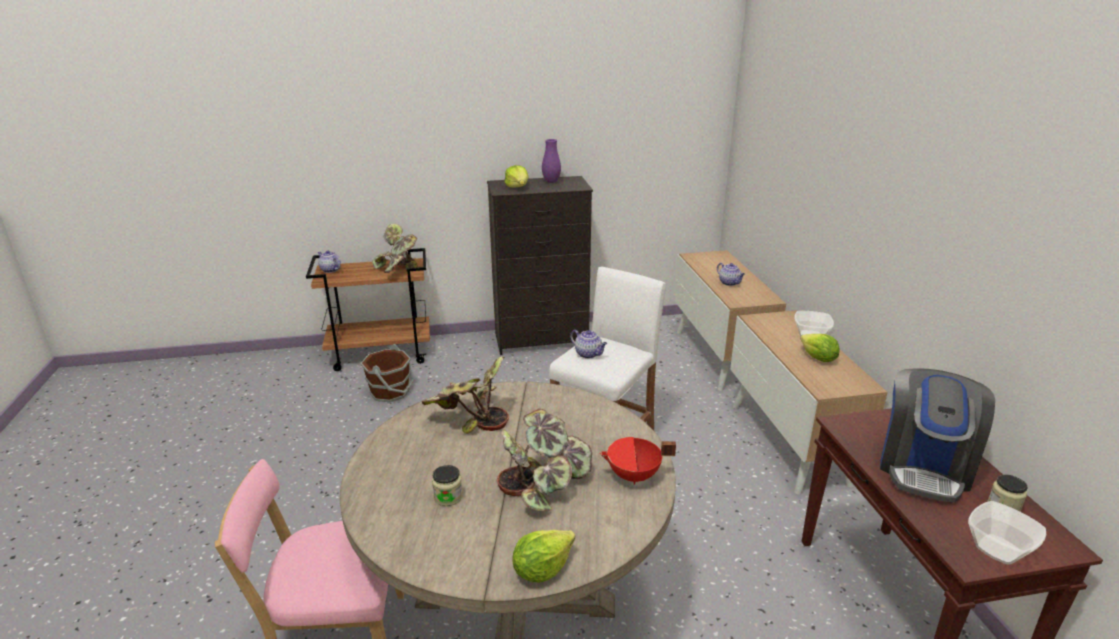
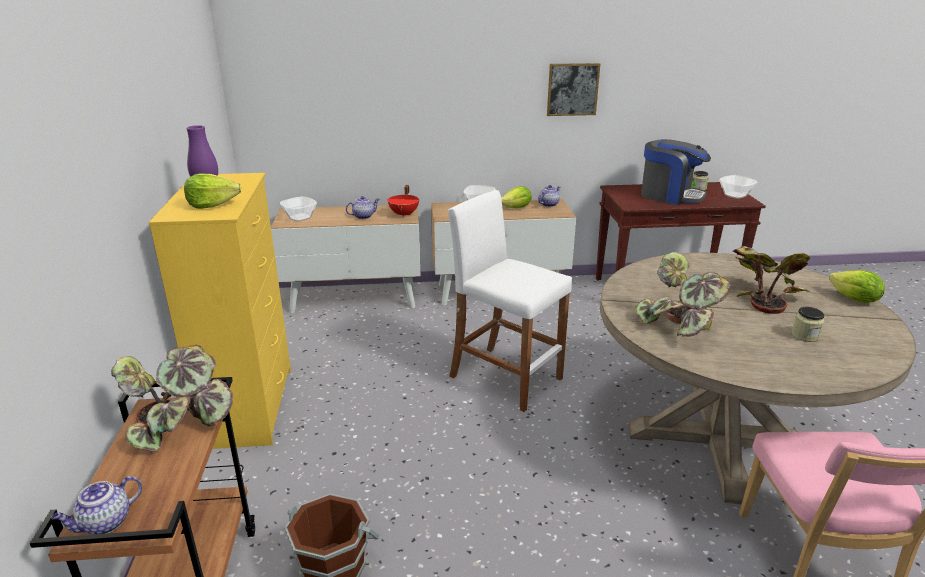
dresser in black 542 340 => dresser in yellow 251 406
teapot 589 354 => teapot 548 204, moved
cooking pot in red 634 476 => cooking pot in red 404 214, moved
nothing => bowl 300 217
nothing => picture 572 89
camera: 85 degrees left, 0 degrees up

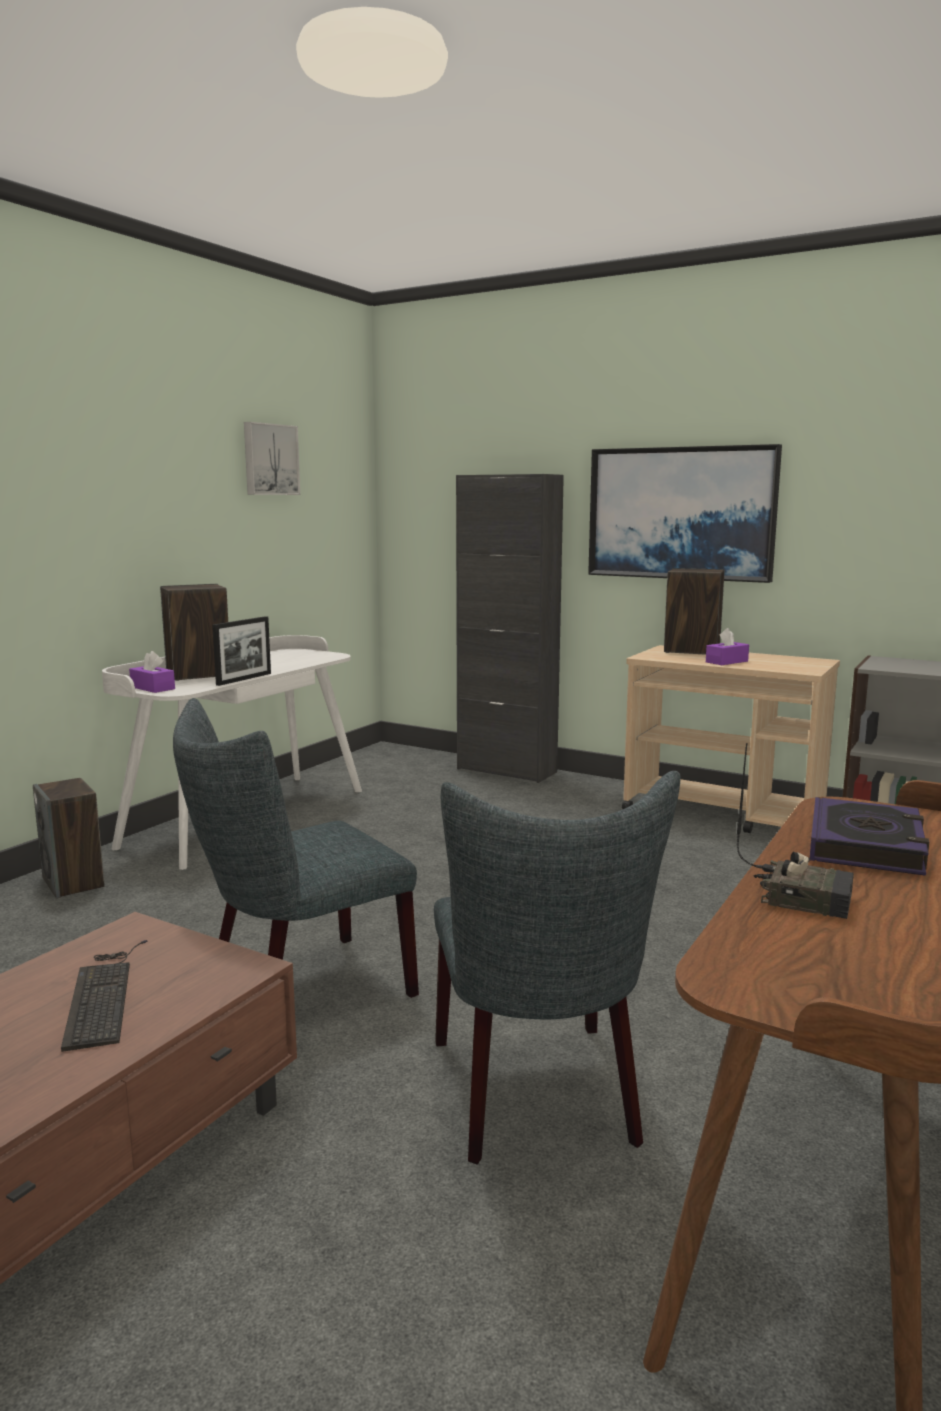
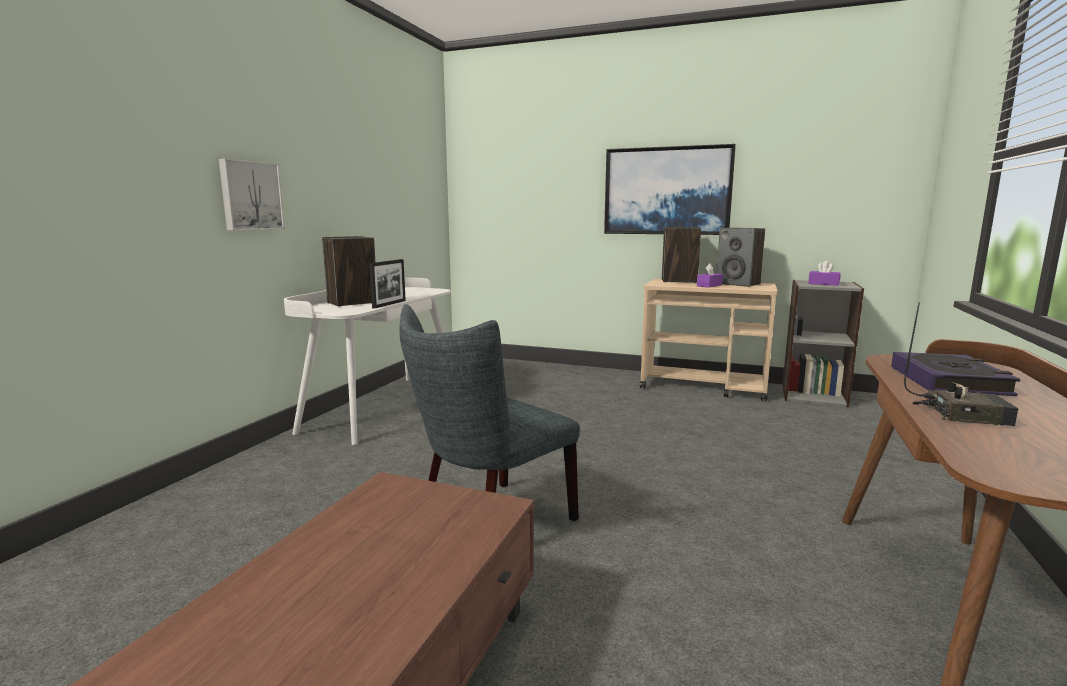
speaker 74 883 => speaker 738 284, moved
keyboard 103 994 => nothing
tissue box in purple 152 688 => tissue box in purple 823 284, moved
picture 269 459 => picture 250 196, moved
chair in grey 539 1098 => nothing
cabinet in black 506 770 => nothing
camera: 10 degrees left, 0 degrees up

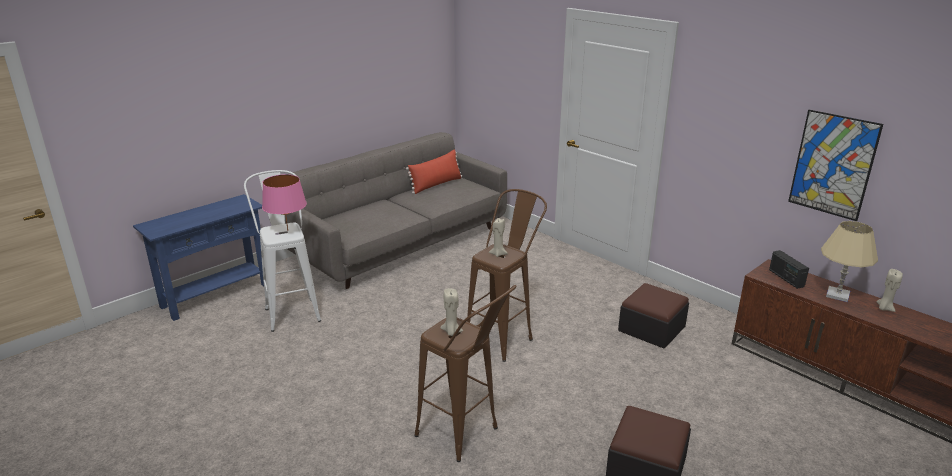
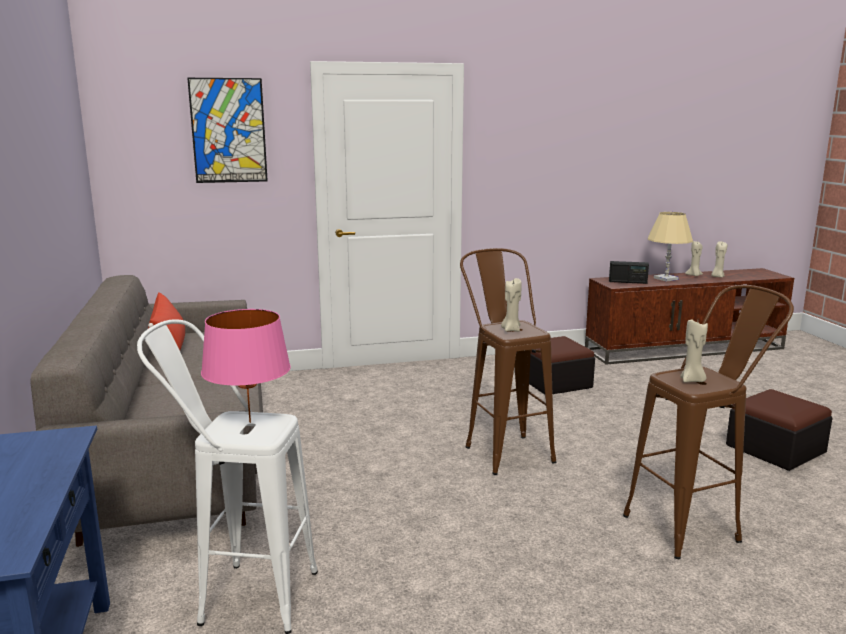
picture 833 165 => picture 228 131, moved
nothing => candle in beige 717 276
camera: 60 degrees left, 10 degrees down

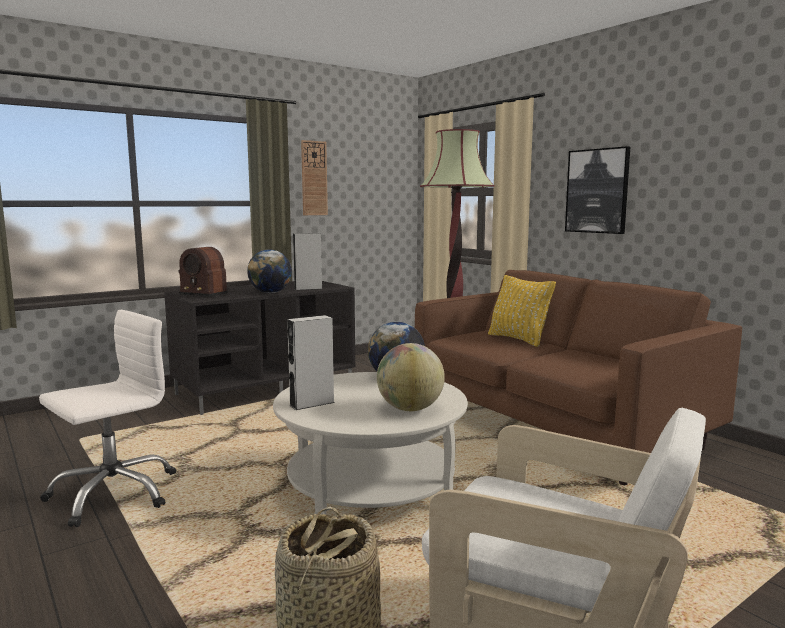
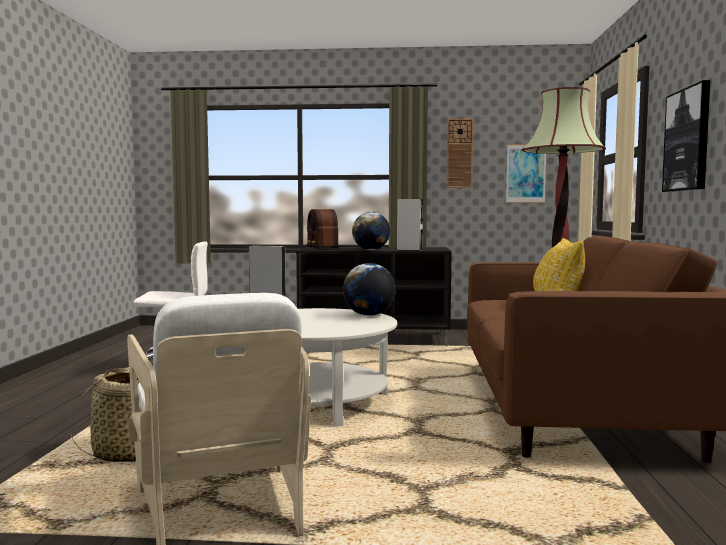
globe 410 409 => nothing
nothing => picture 525 173
camera: 40 degrees right, 5 degrees down

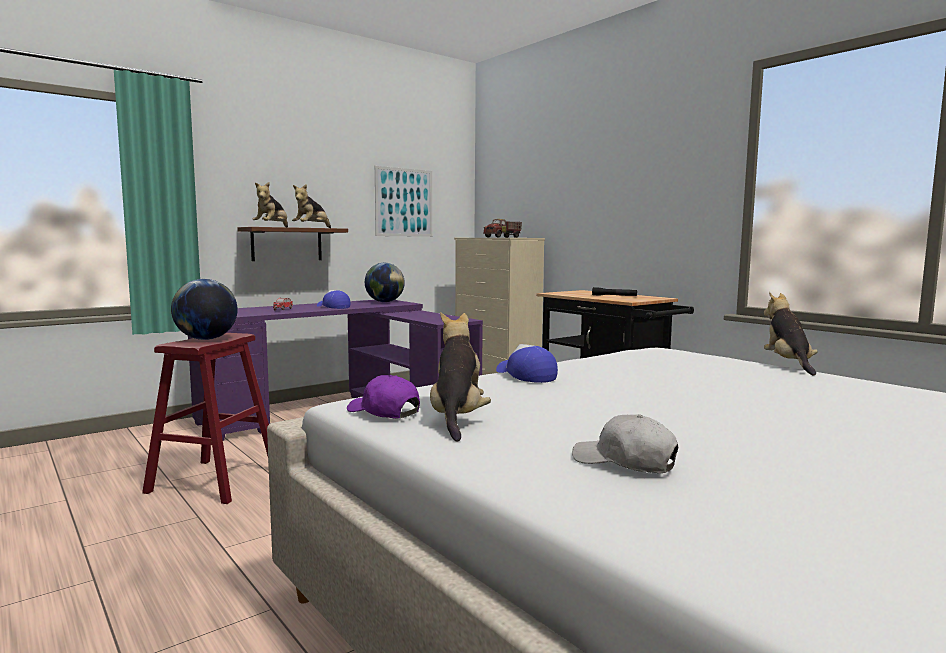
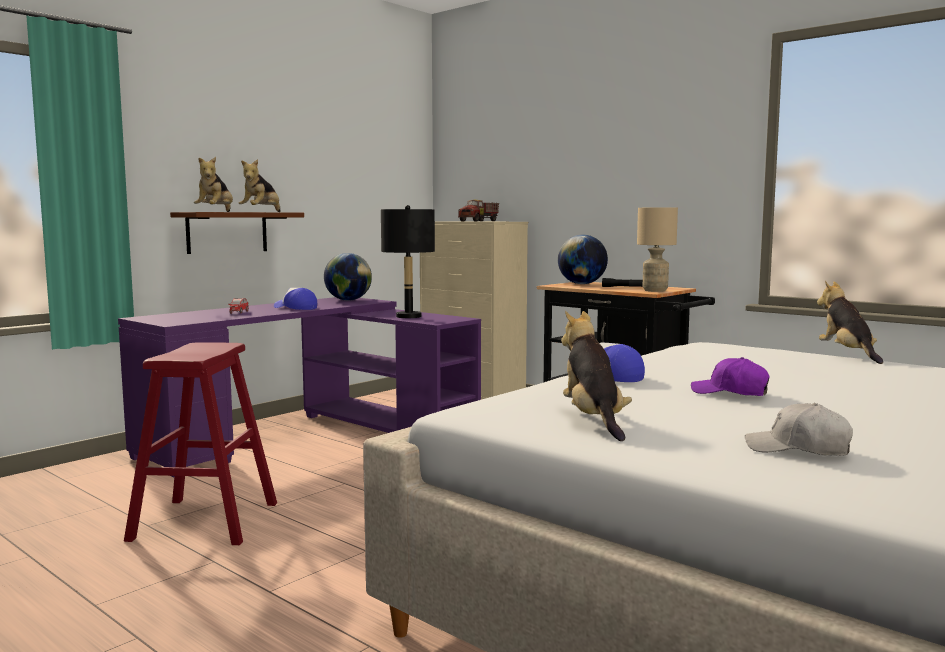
globe 206 339 => globe 582 284, moved
cap in purple 384 412 => cap in purple 730 392, moved
picture 404 202 => nothing
nothing => table lamp in black 408 316
nothing => table lamp in beige 655 290
camera: 10 degrees left, 0 degrees up

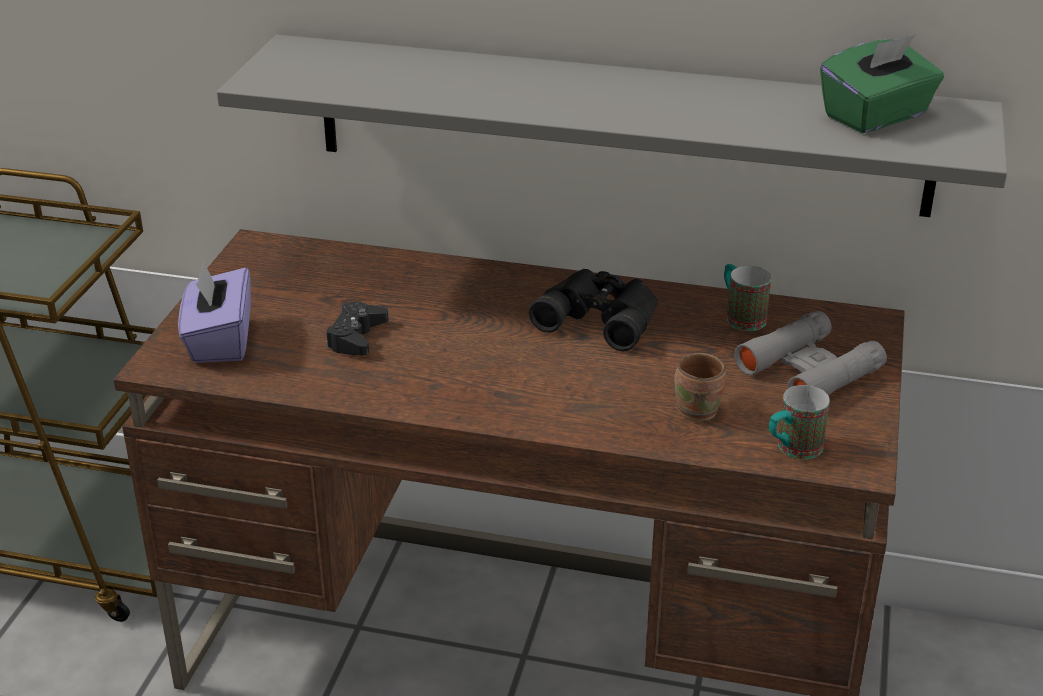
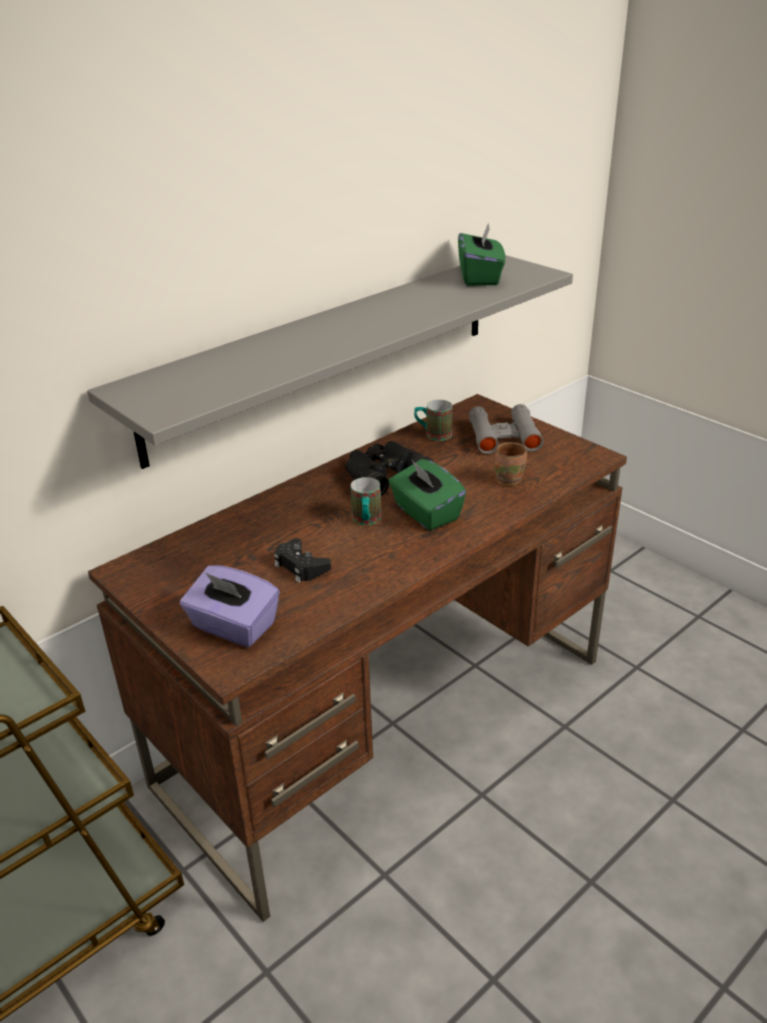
mug 792 449 => mug 366 521, moved
nothing => tissue box in green 426 513
camera: 55 degrees left, 0 degrees up

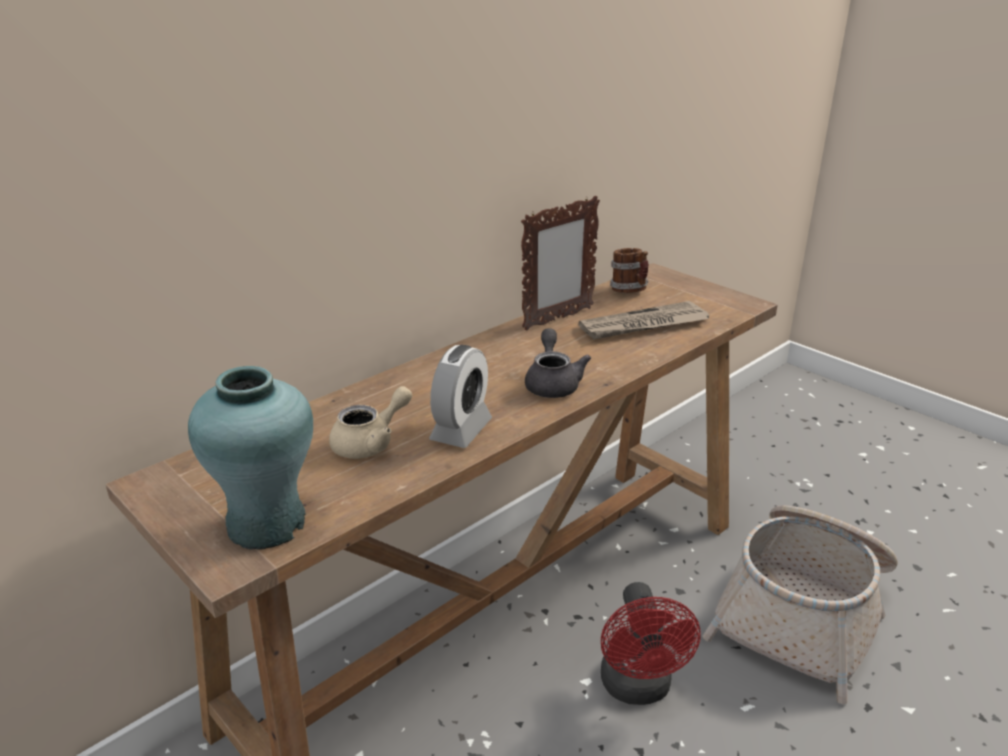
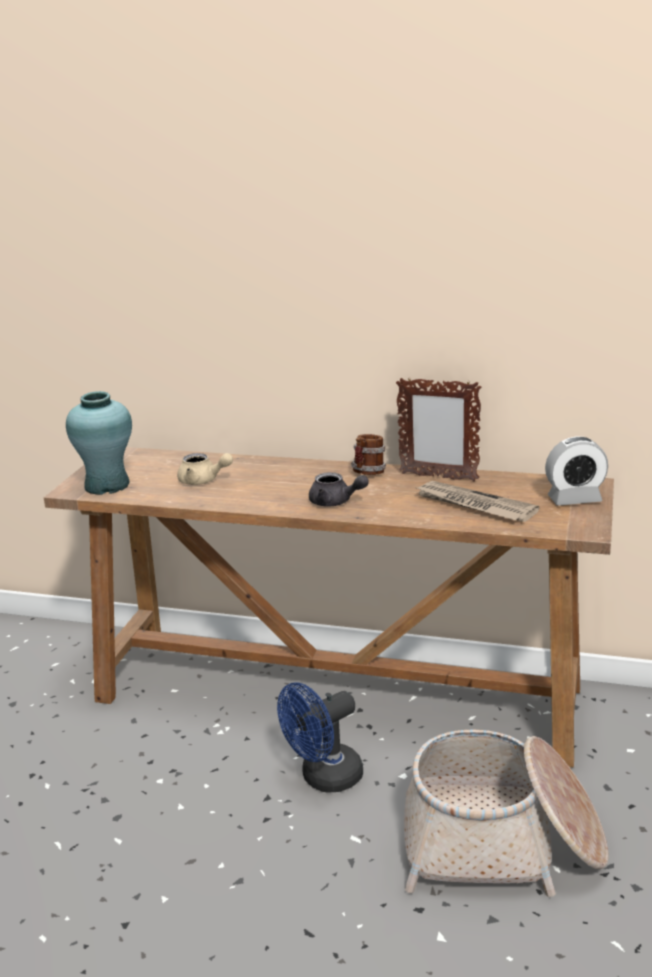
alarm clock 461 430 => alarm clock 574 499, moved
teapot in grey 552 383 => teapot in grey 335 502, 60 degrees clockwise
fan in red 638 688 => fan in blue 324 778
mug 630 291 => mug 368 473, moved
camera: 60 degrees right, 5 degrees down

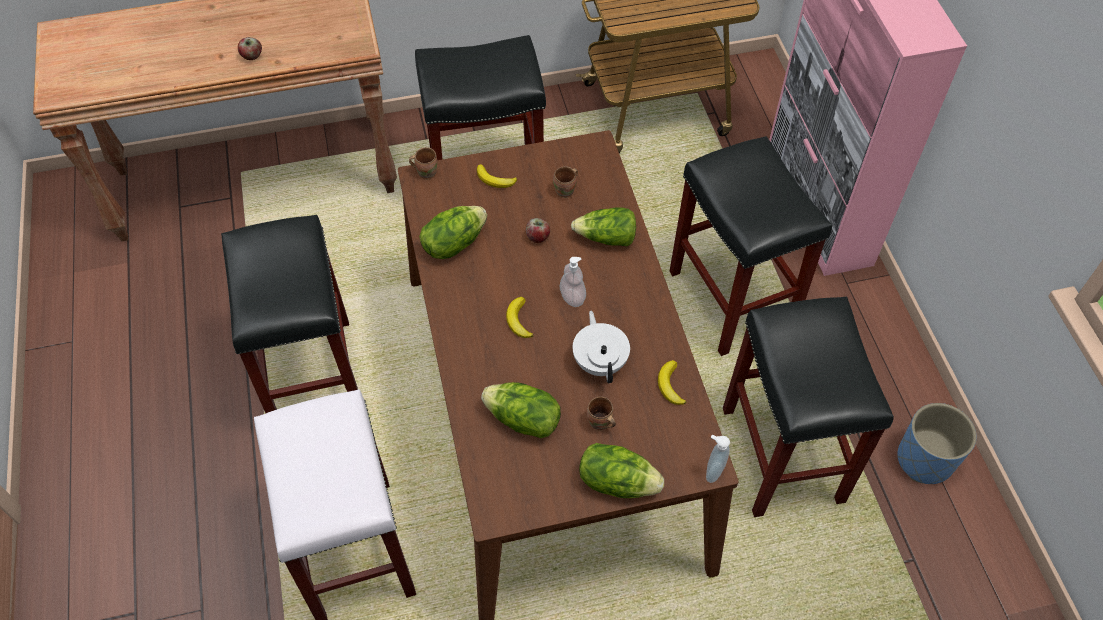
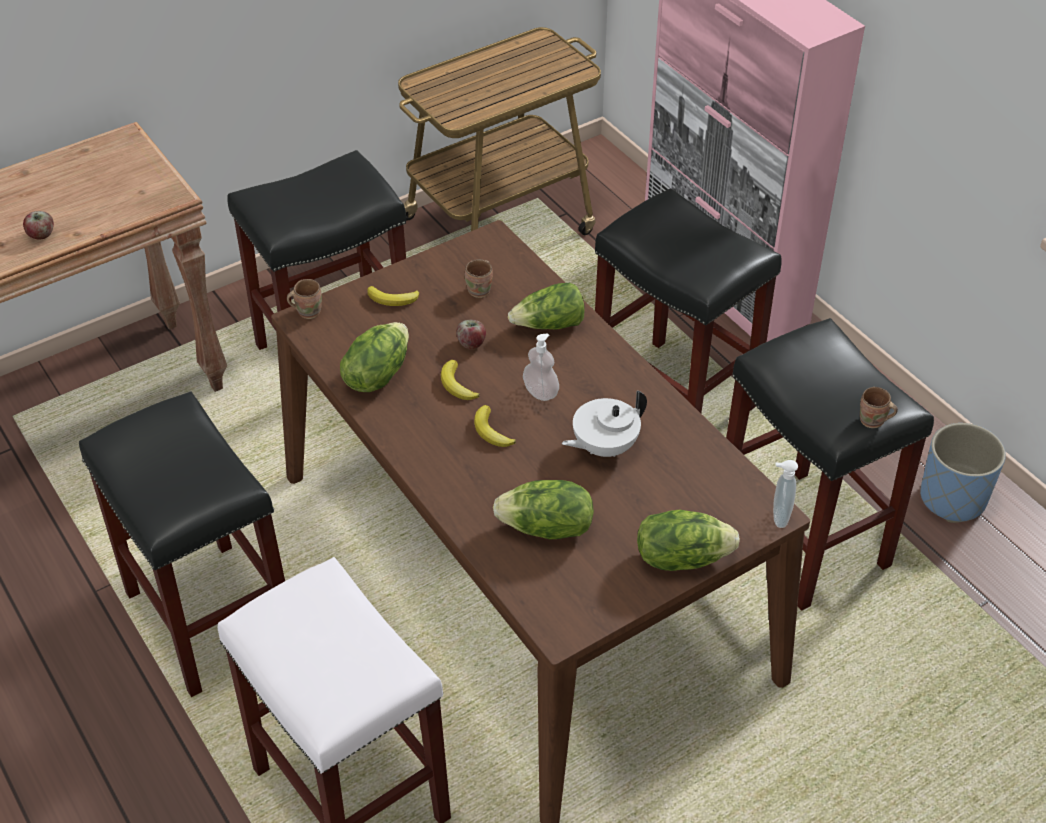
teapot in white 600 362 => teapot in white 604 447, 90 degrees counterclockwise
mug in brown 600 423 => mug in brown 873 422, moved
banana 670 385 => banana 457 385, moved
camera: 20 degrees left, 10 degrees down

